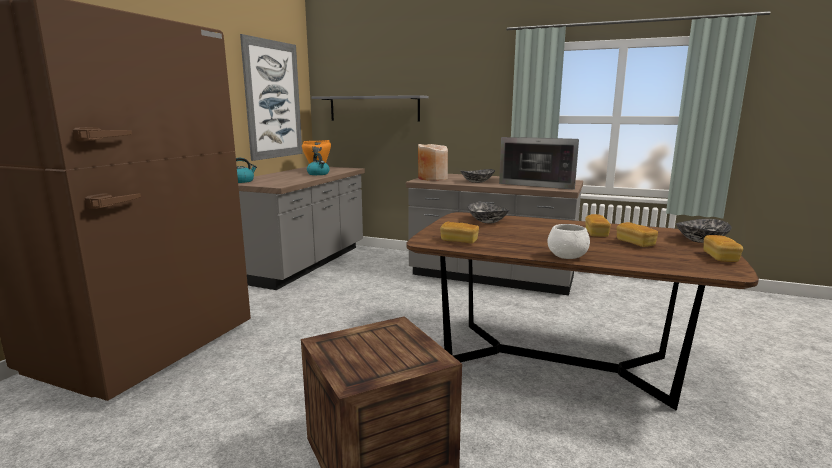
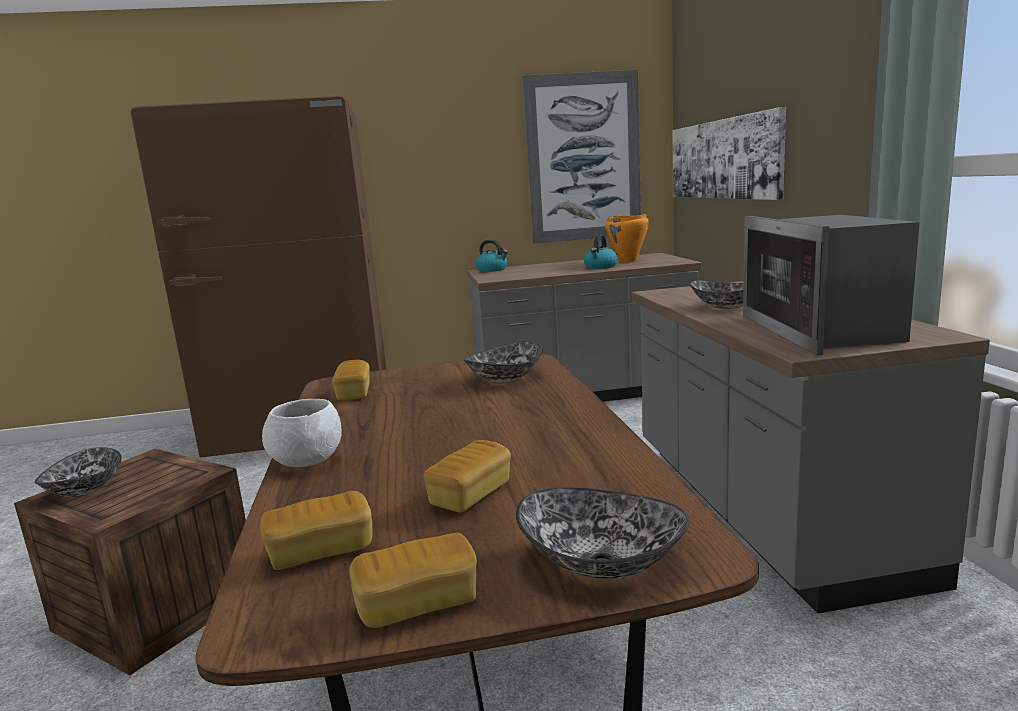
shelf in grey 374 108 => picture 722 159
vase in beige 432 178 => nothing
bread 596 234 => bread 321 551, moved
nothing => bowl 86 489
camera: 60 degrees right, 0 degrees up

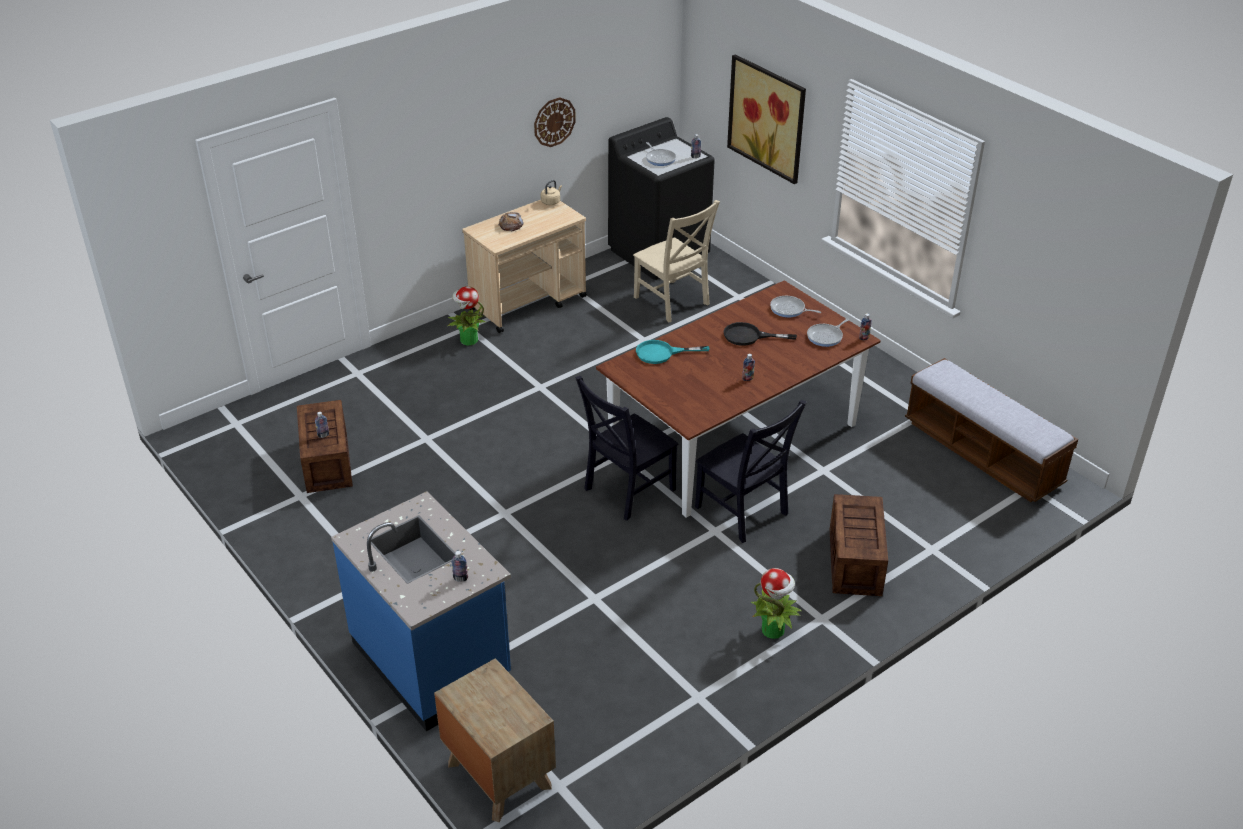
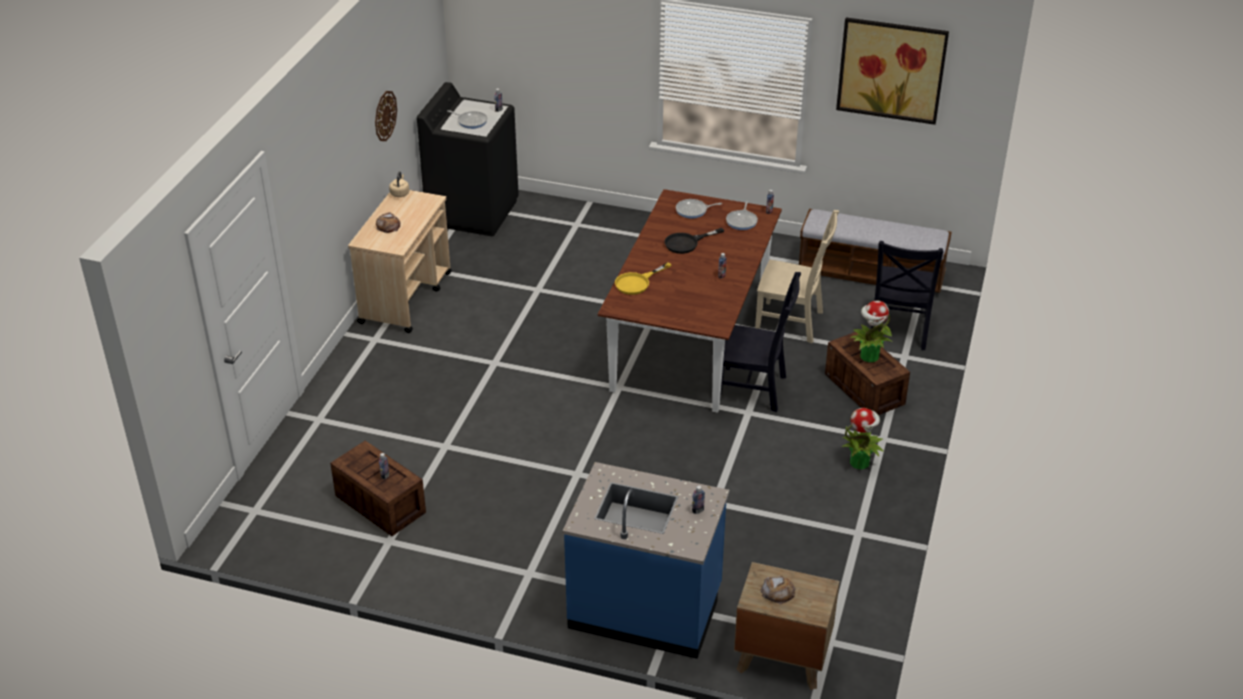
potted plant 468 340 => potted plant 869 356, moved
chair in black 626 491 => chair in black 898 331, moved
chair in beige 673 302 => chair in beige 792 323, moved
frying pan in turquoise 662 353 => frying pan in yellow 637 282
picture 767 118 => picture 891 70, moved
nothing => bread 778 592
camera: 35 degrees left, 0 degrees up

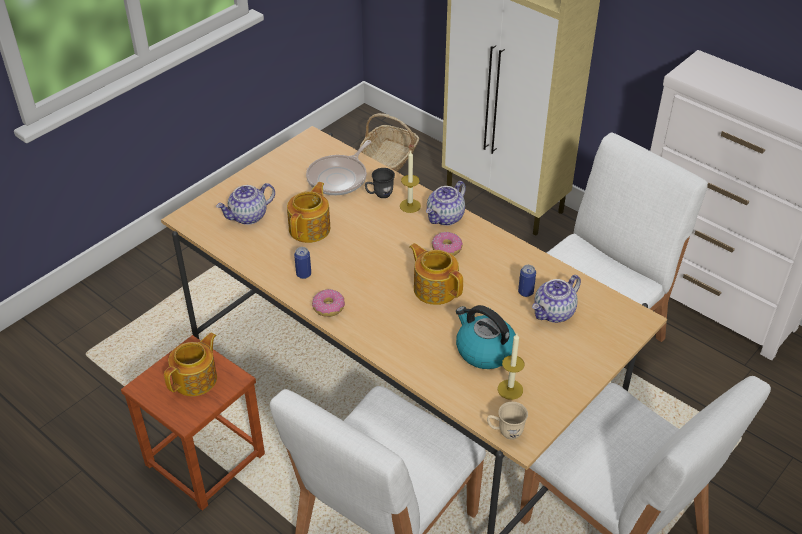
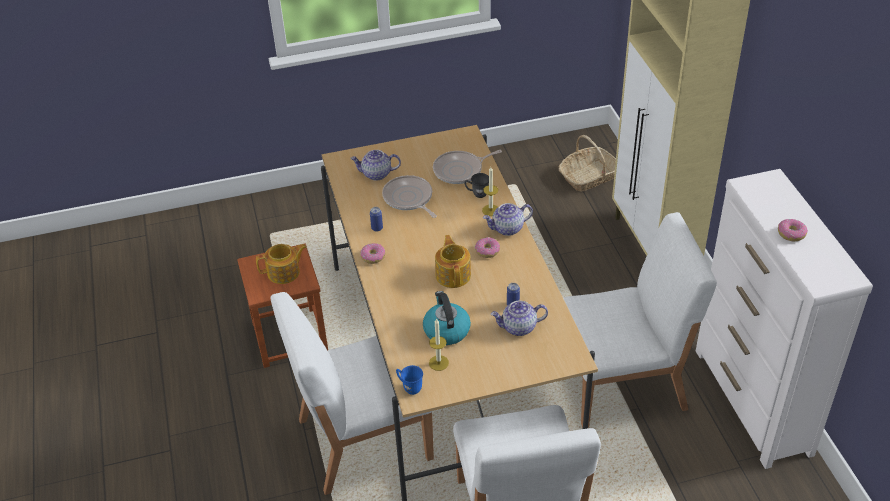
teapot 310 228 => frying pan 409 199
mug in beige 505 432 => mug in blue 409 387
nothing => donut 791 234
camera: 35 degrees right, 0 degrees up

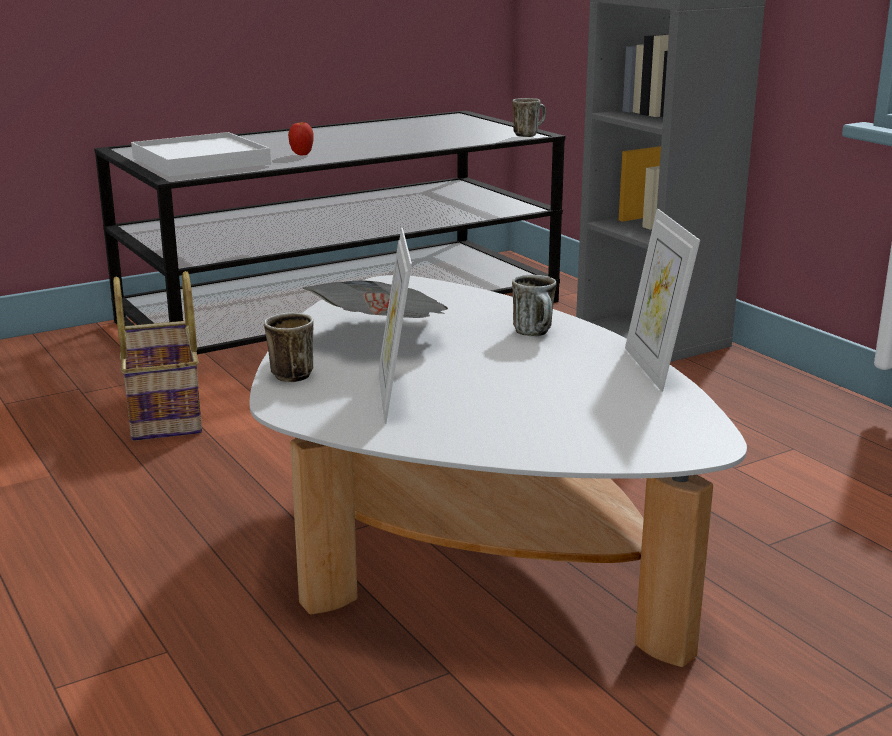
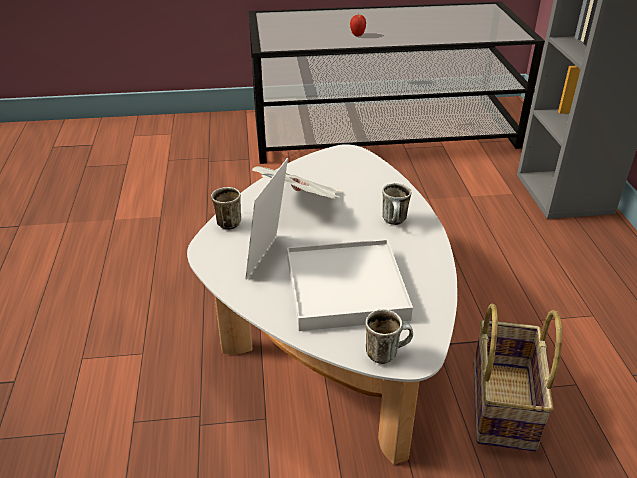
basket 166 413 => basket 505 405, moved
tray in white 201 161 => tray in white 346 288, moved
mug 528 135 => mug 386 352, moved
picture frame 654 368 => nothing
camera: 25 degrees right, 15 degrees up

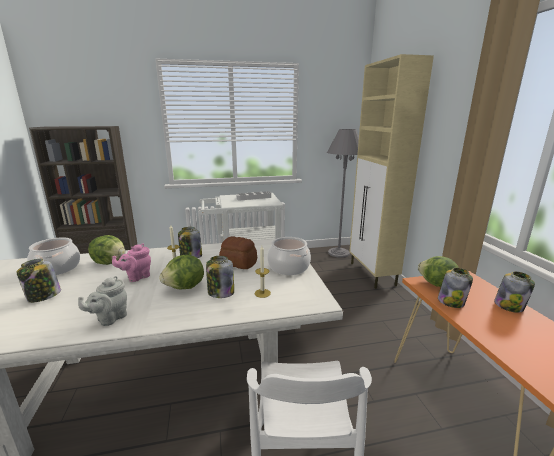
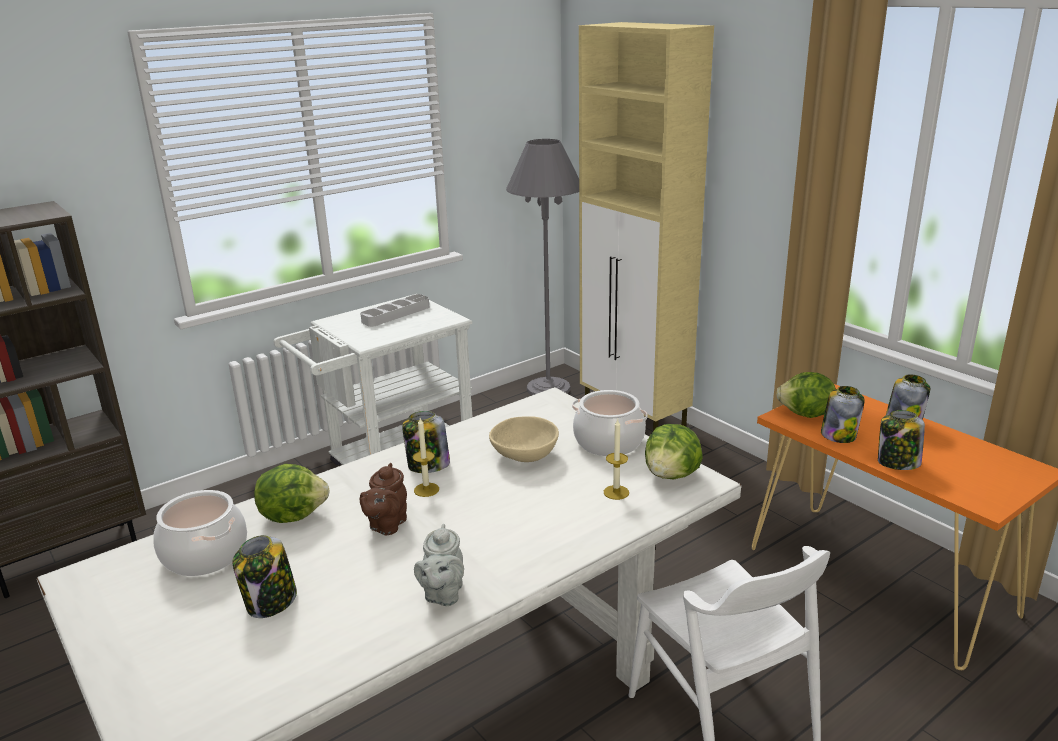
teapot in pink 137 277 => teapot in brown 386 525
lettuce 185 287 => lettuce 672 475, moved
jar 220 292 => jar 897 463, moved
bread 238 263 => bowl in beige 523 456
camera: 25 degrees left, 5 degrees up

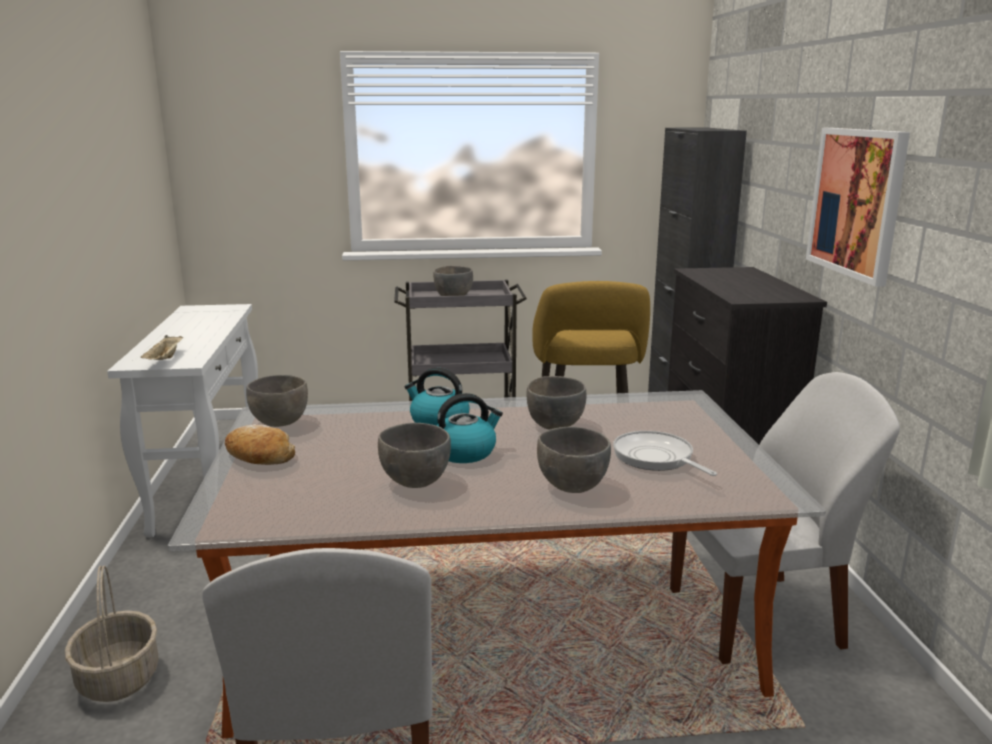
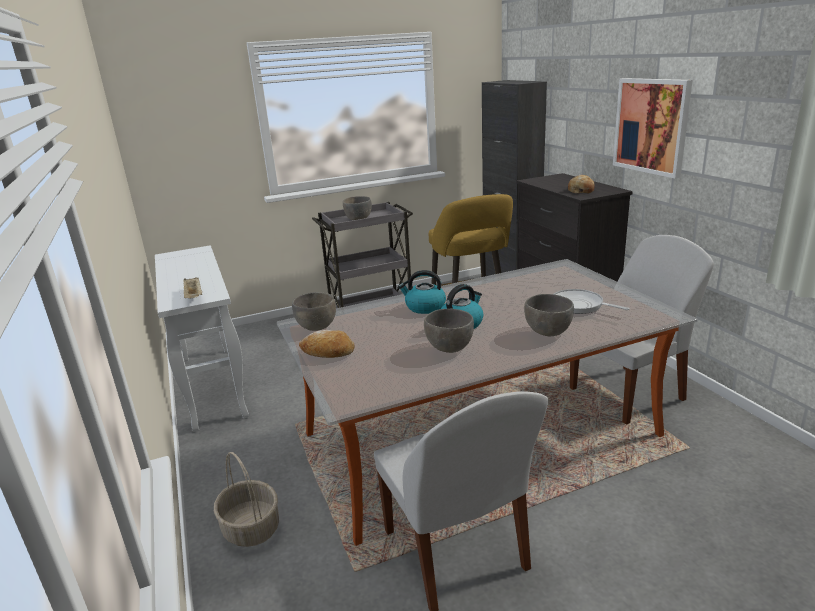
bowl in grey 555 425 => nothing
nothing => bread 581 190
camera: 15 degrees left, 5 degrees up

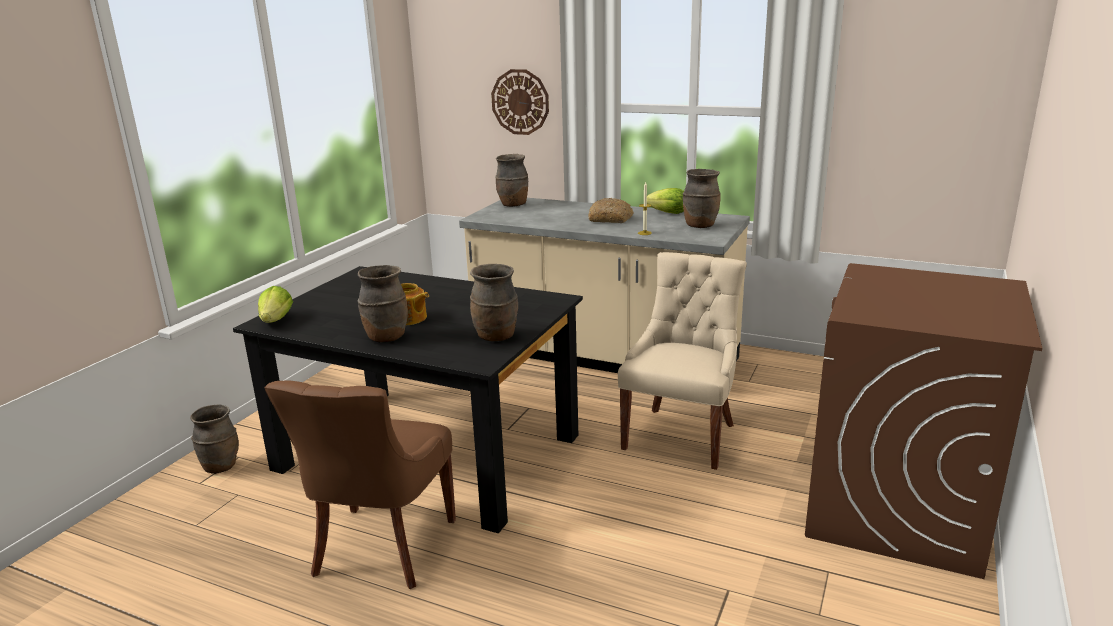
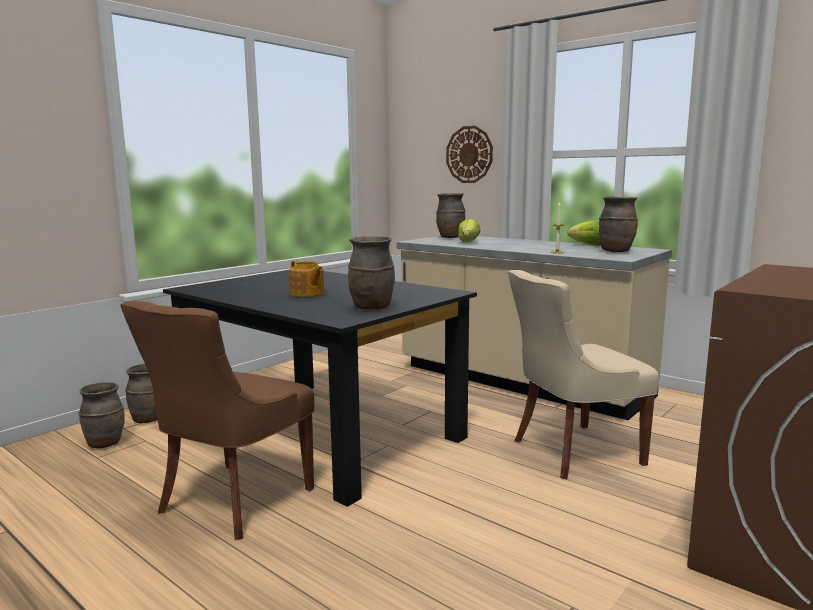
lettuce 276 320 => lettuce 468 242, moved
vase in brown 386 337 => vase in brown 105 443, moved
bread 611 219 => nothing
chair in beige 681 435 => chair in beige 573 451, 150 degrees counterclockwise
camera: 15 degrees right, 10 degrees down

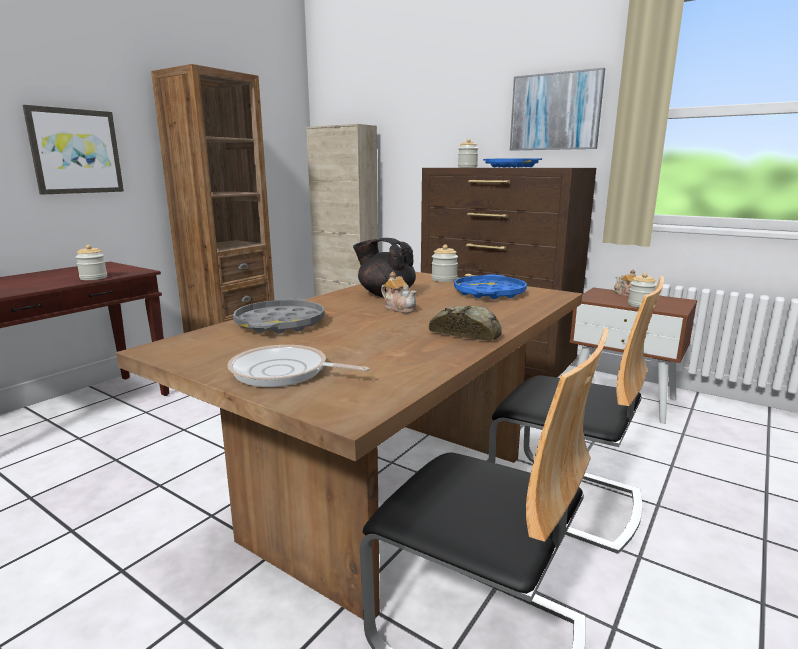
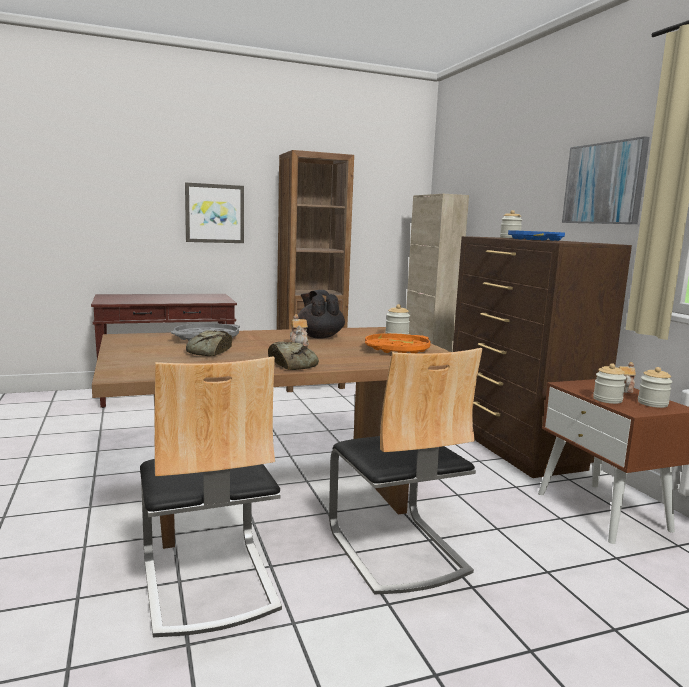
jar 93 278 => jar 652 403, moved
frying pan 284 373 => nothing
tray in blue 489 293 => tray in orange 397 349
nothing => bread 209 352
camera: 35 degrees right, 5 degrees down

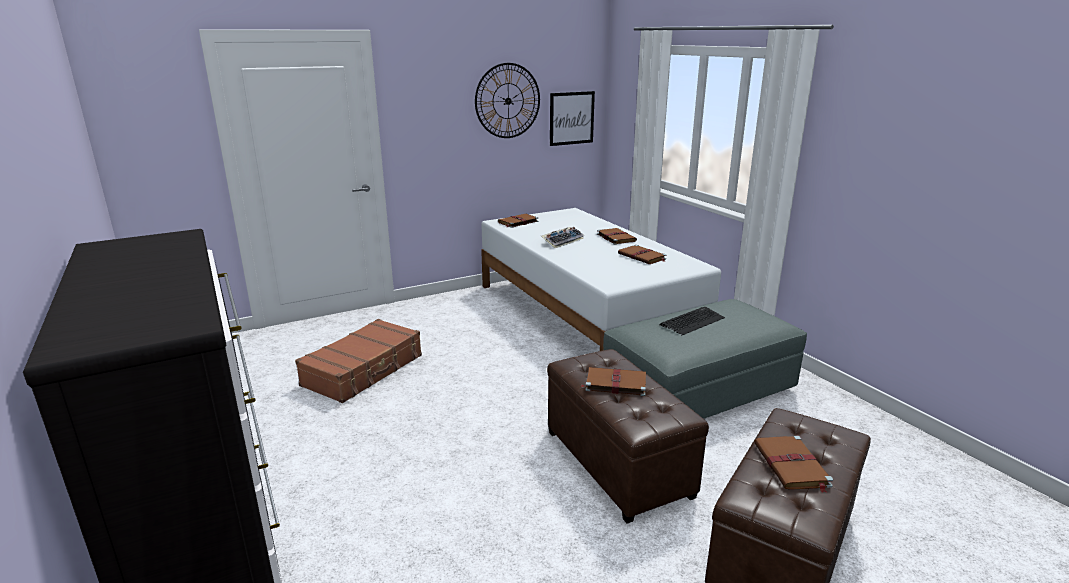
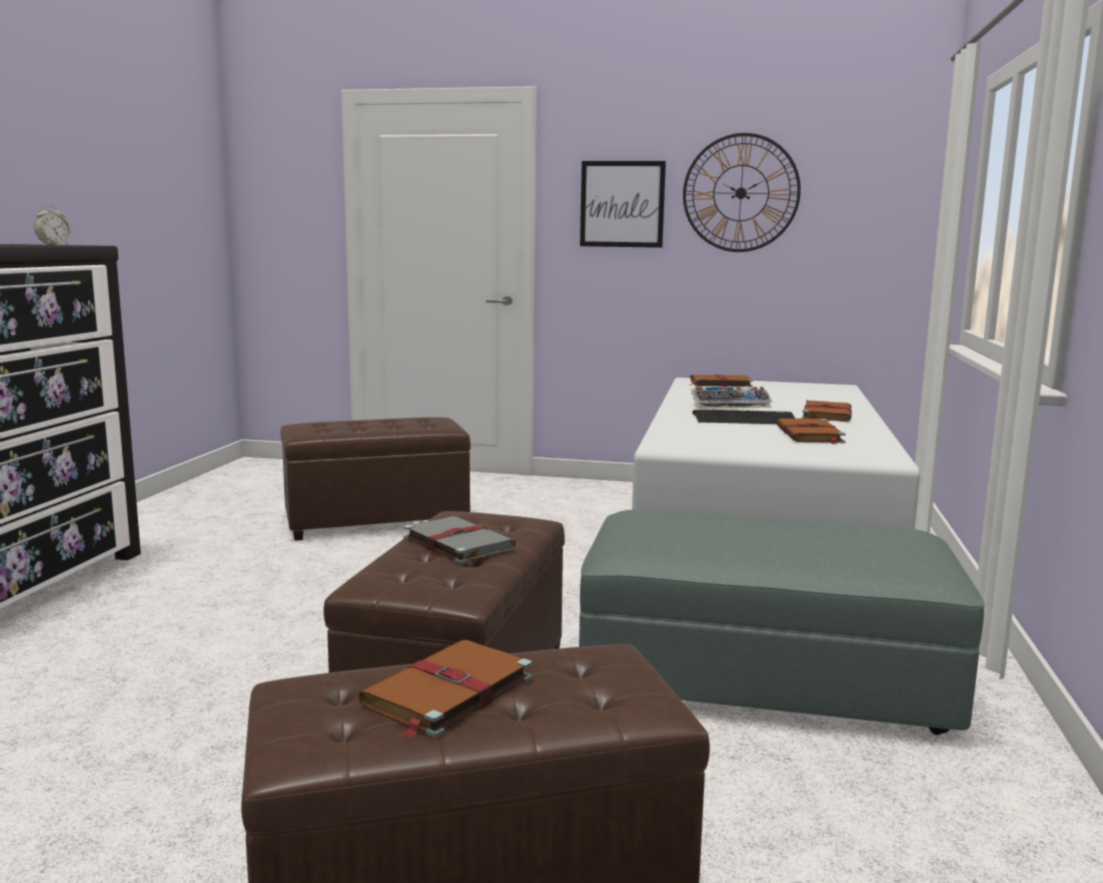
suitcase in brown 364 371 => ottoman in brown 376 520
picture 571 118 => picture 622 204, moved
book in brown 614 383 => book in grey 457 543
keyboard 692 321 => keyboard 744 419, moved
nothing => alarm clock 54 244
camera: 40 degrees right, 10 degrees down

